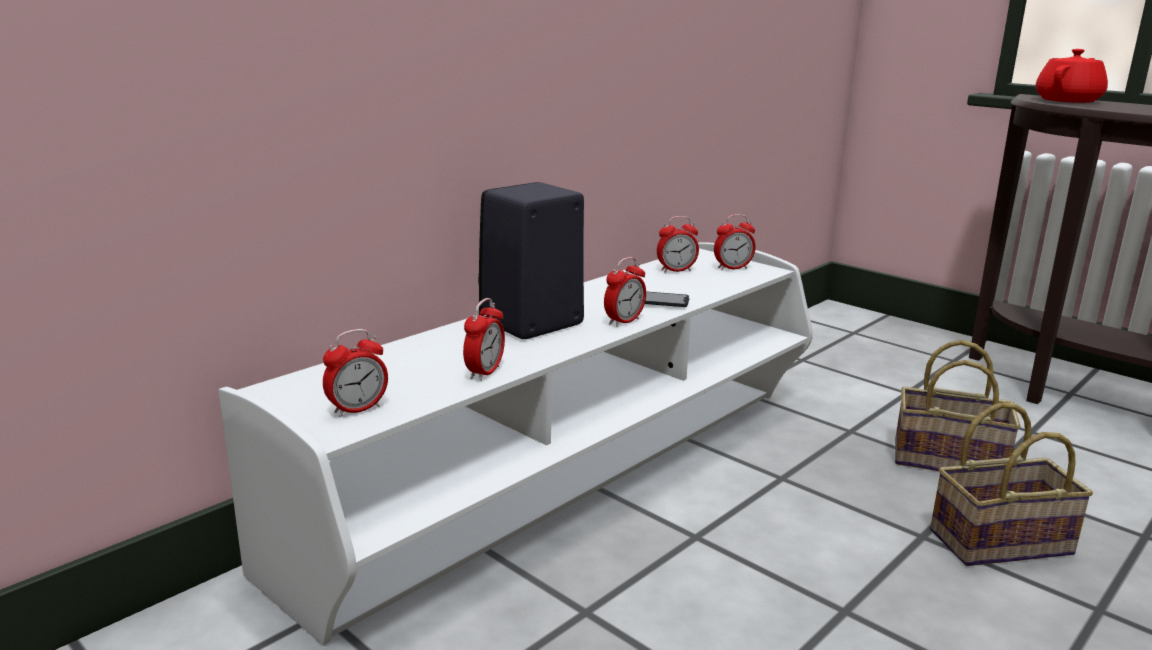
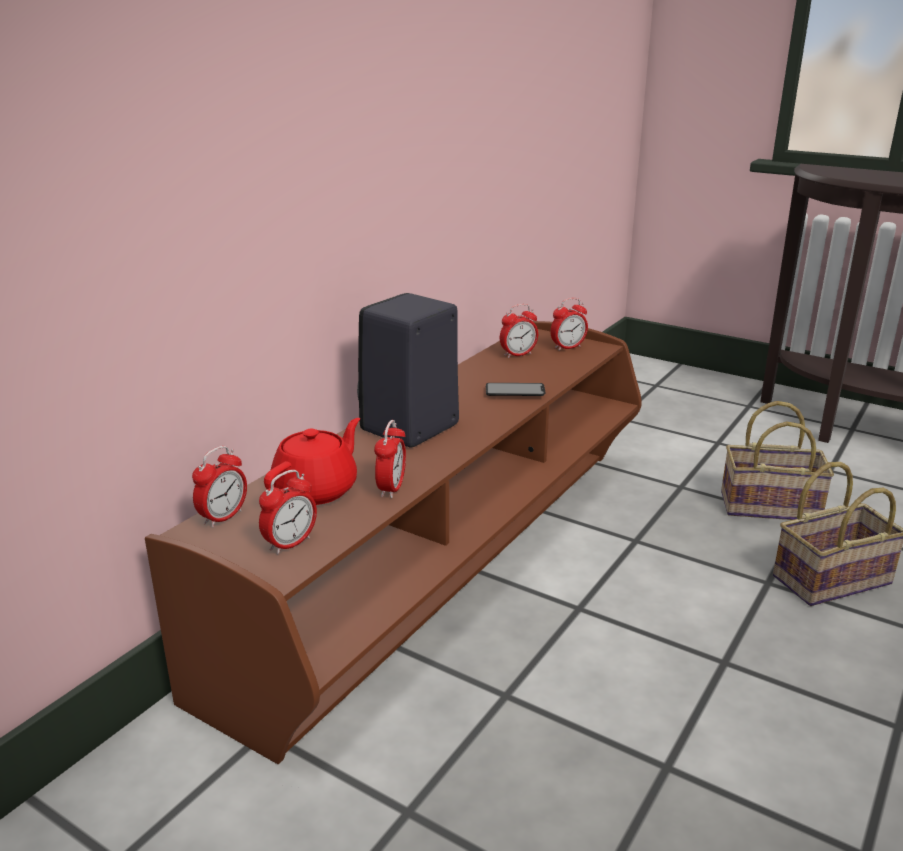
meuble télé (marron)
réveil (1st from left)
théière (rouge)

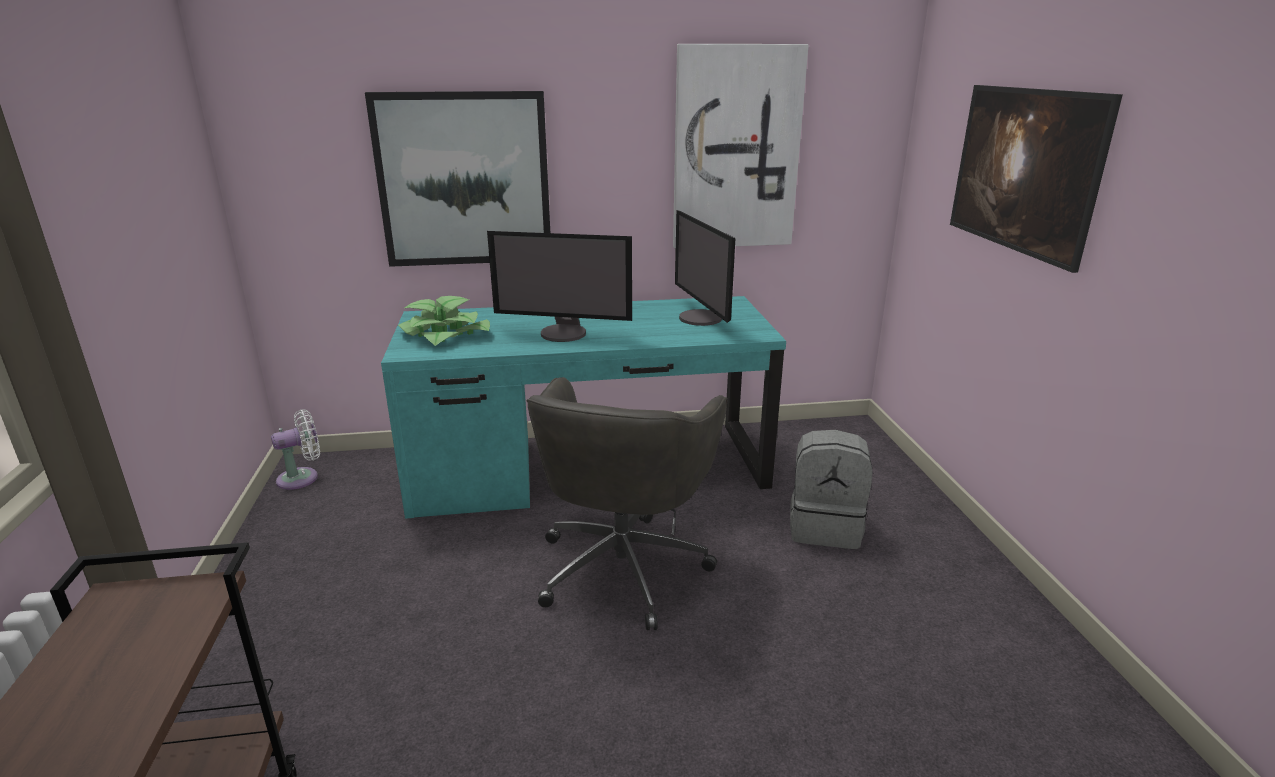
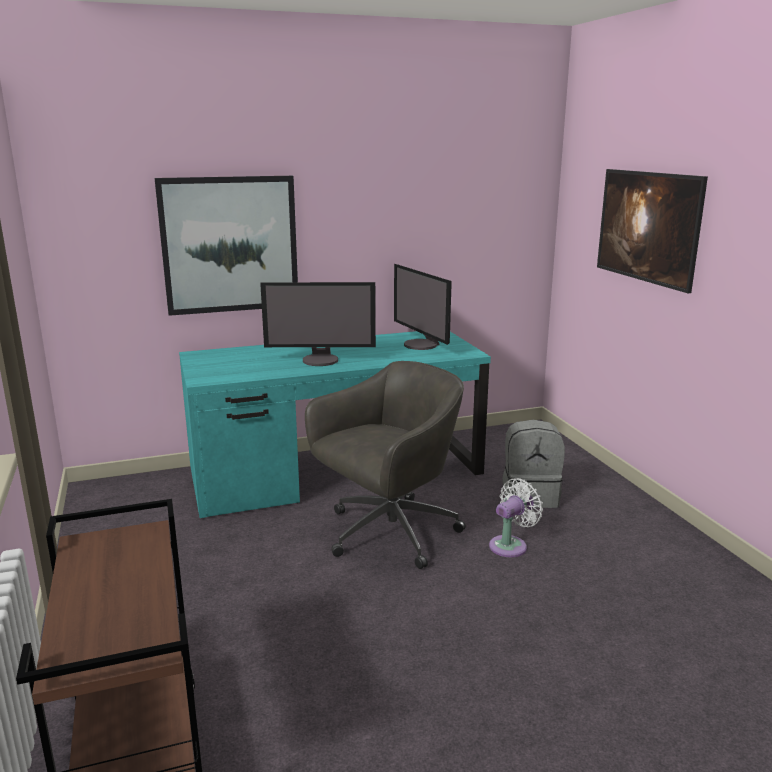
ventilateur (blanc)
plante en pot
chaise de bureau (gris)
tableau (2nd from left in the first image)

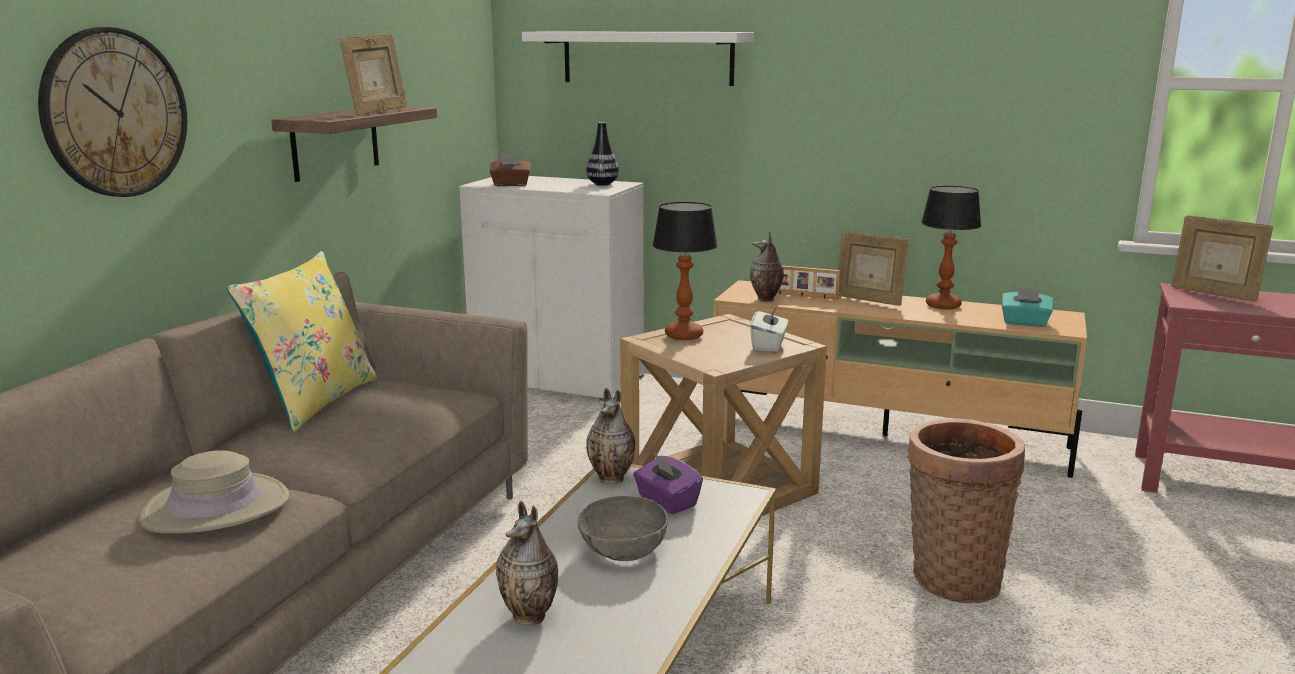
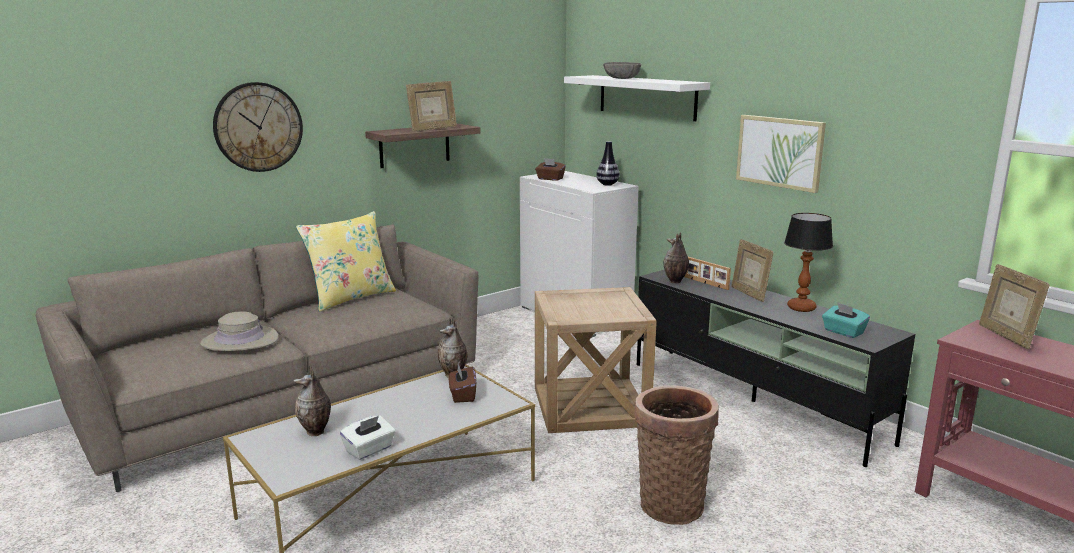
bol (gris)
boîte à mouchoirs (marron) (1st from left)
lampe de table (1st from left in the first image)
meuble télé (noir)
boîte à mouchoirs (blanc)
tableau

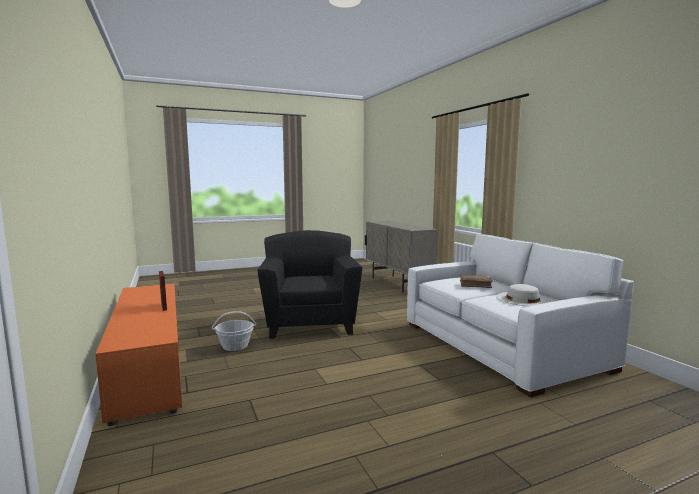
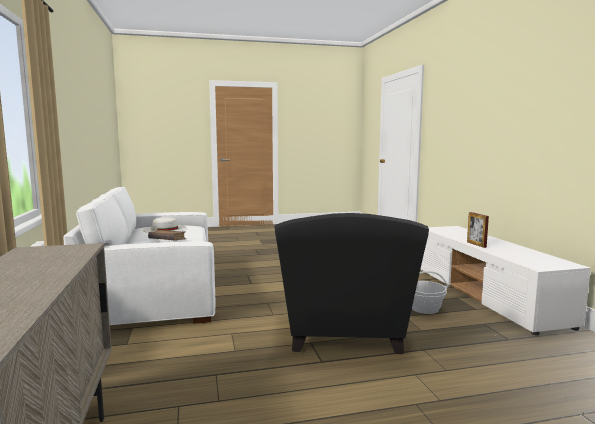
meuble télé (blanc)

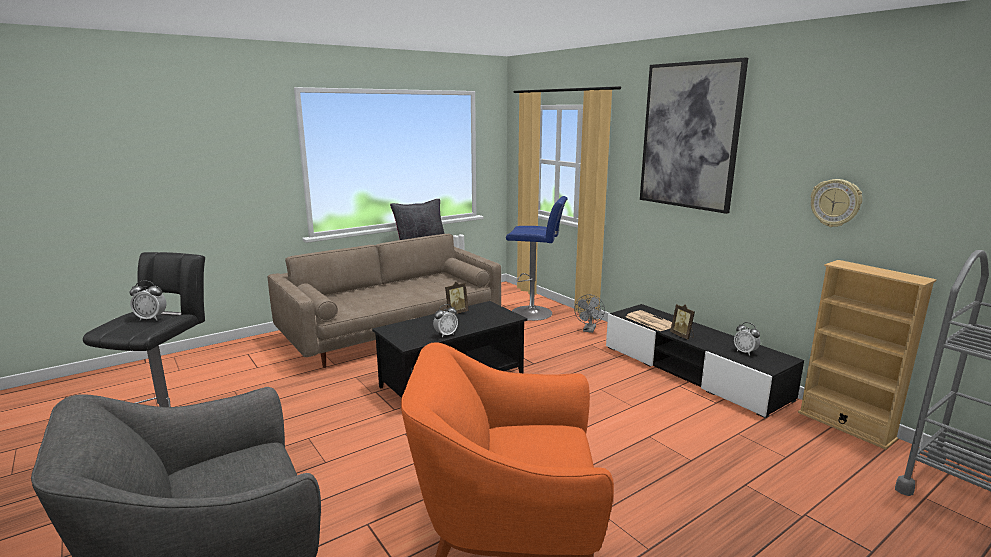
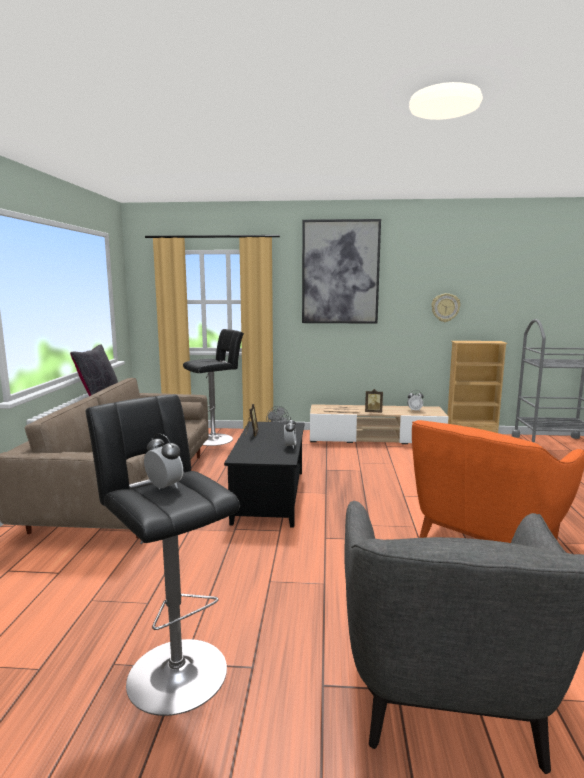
réveil (1st from left)
tabouret (noir) (2nd from left)
meuble télé (beige)

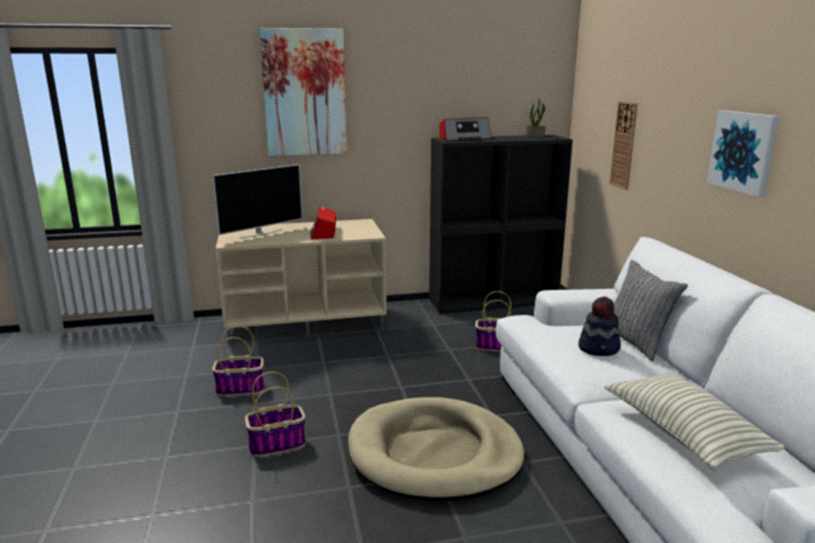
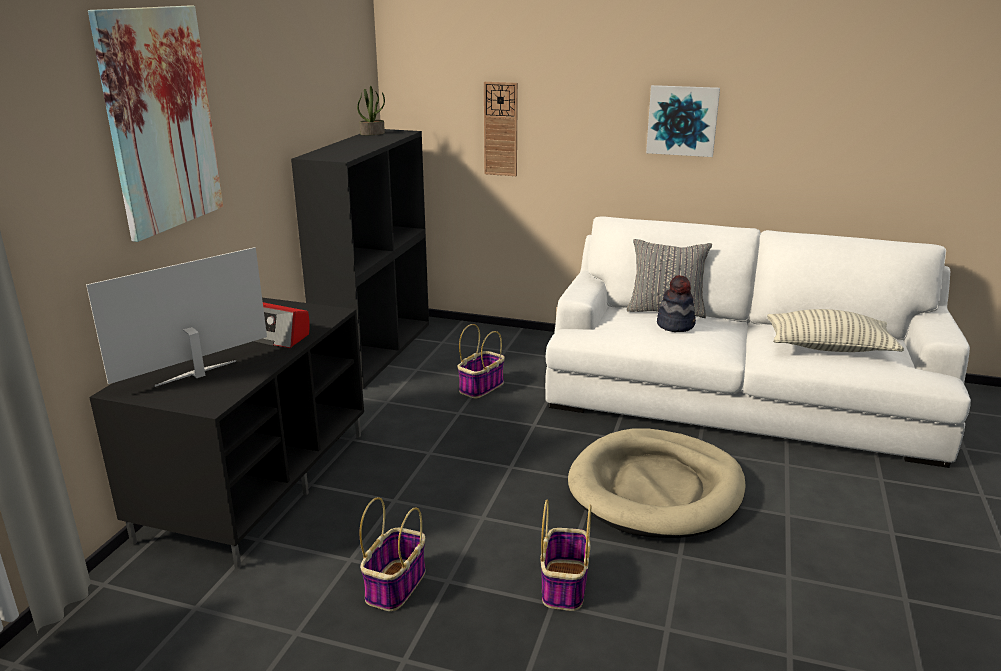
téléviseur
meuble télé (noir)
radio (2nd from left in the first image)

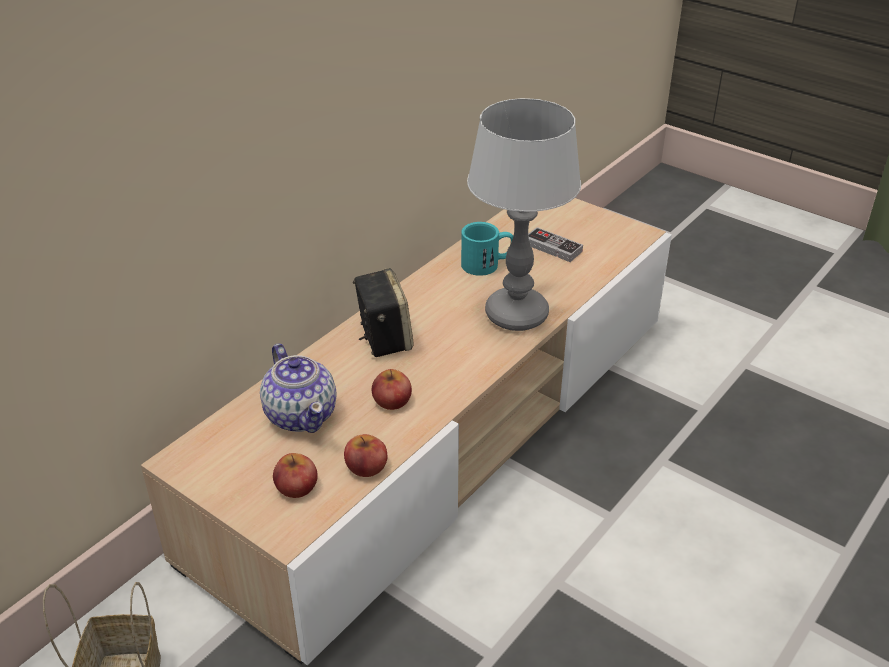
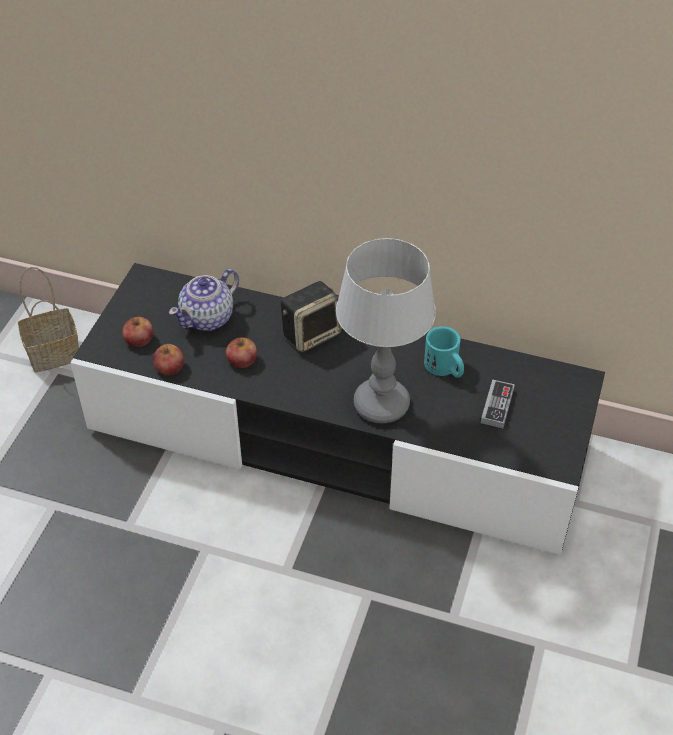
meuble télé (noir)

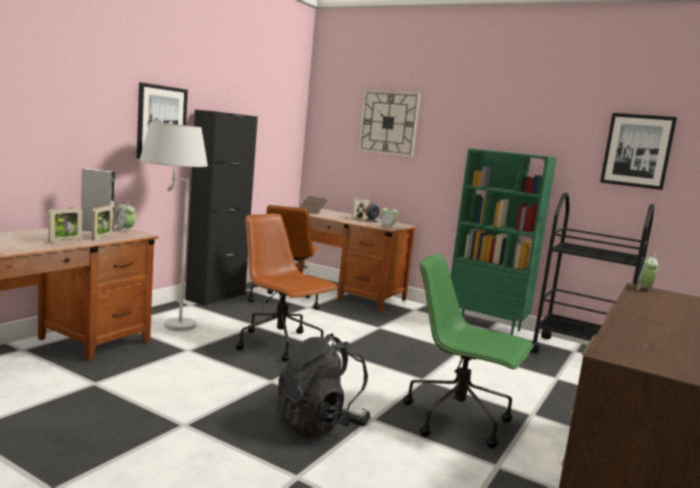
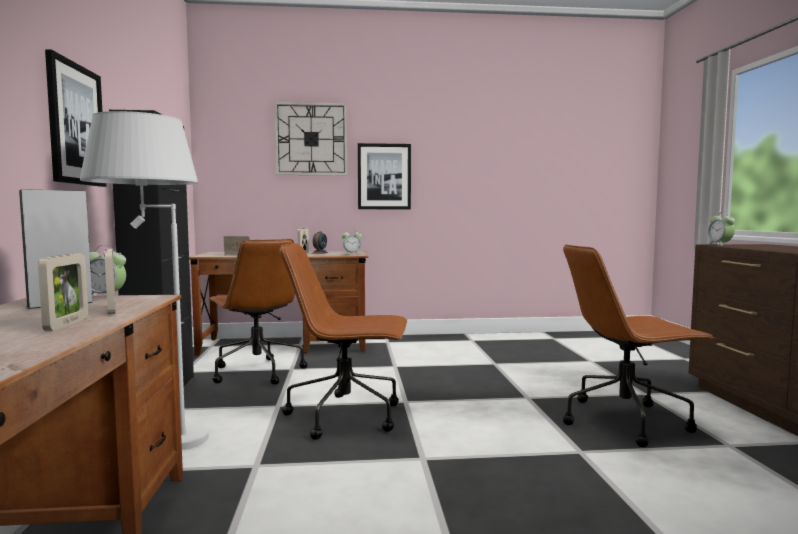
sac à dos (noir)
chaise de bureau (marron) (3rd from left)
bibliothèque (vert)
chariot (noir)
tableau (2nd from left)

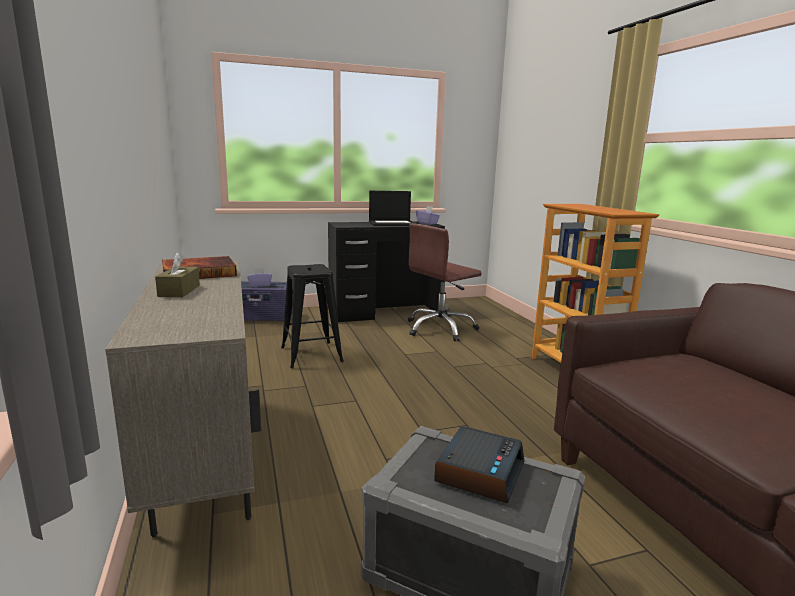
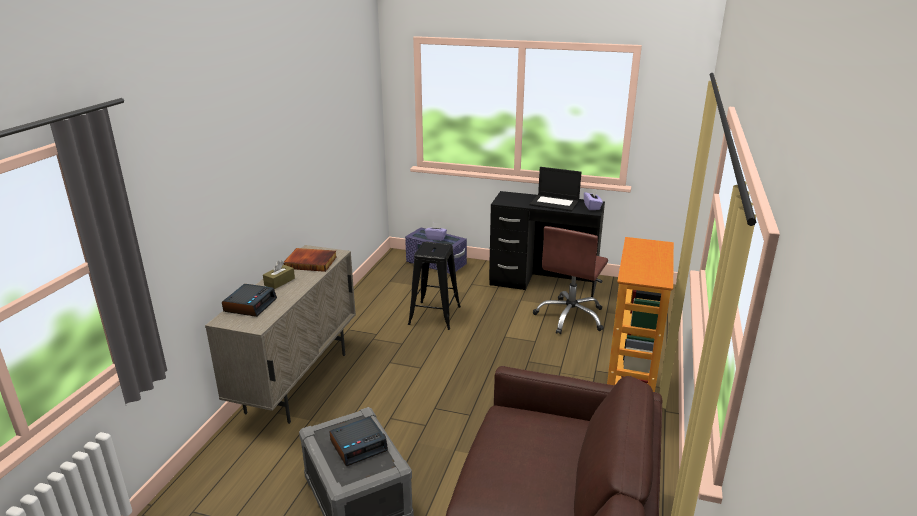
chaise de bureau (marron)
réveil (1st from left)

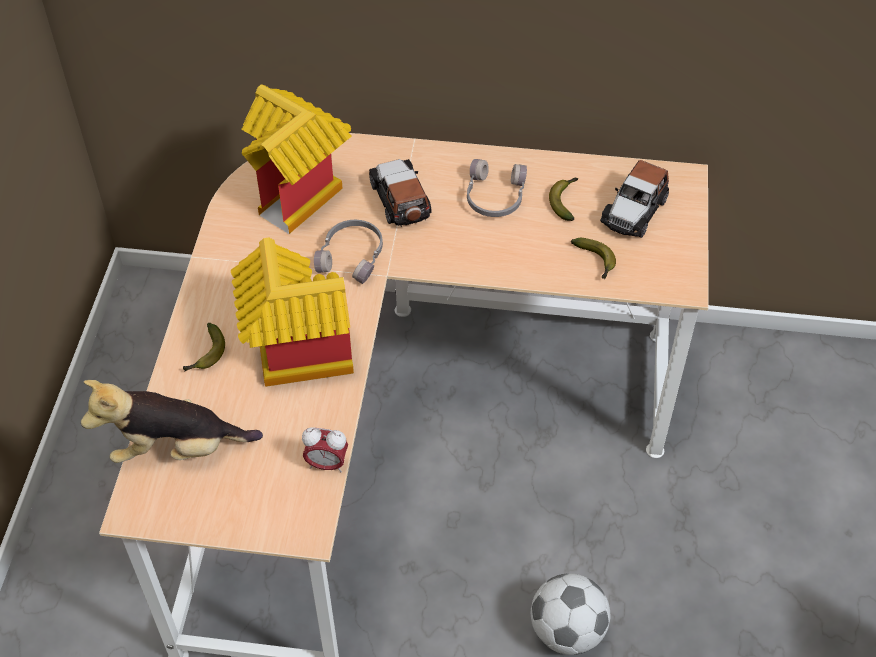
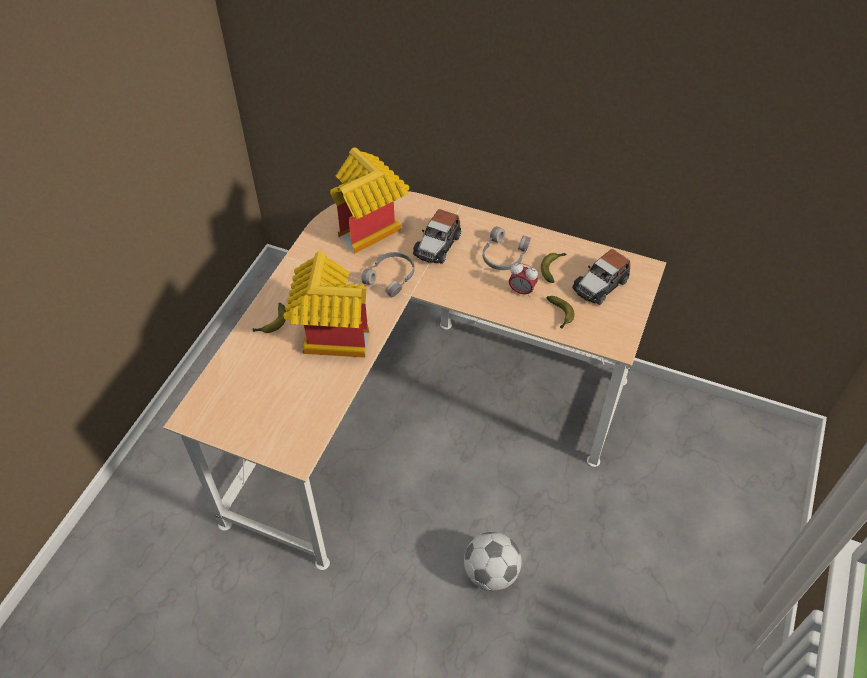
peluche
réveil
petite voiture (1st from left)

